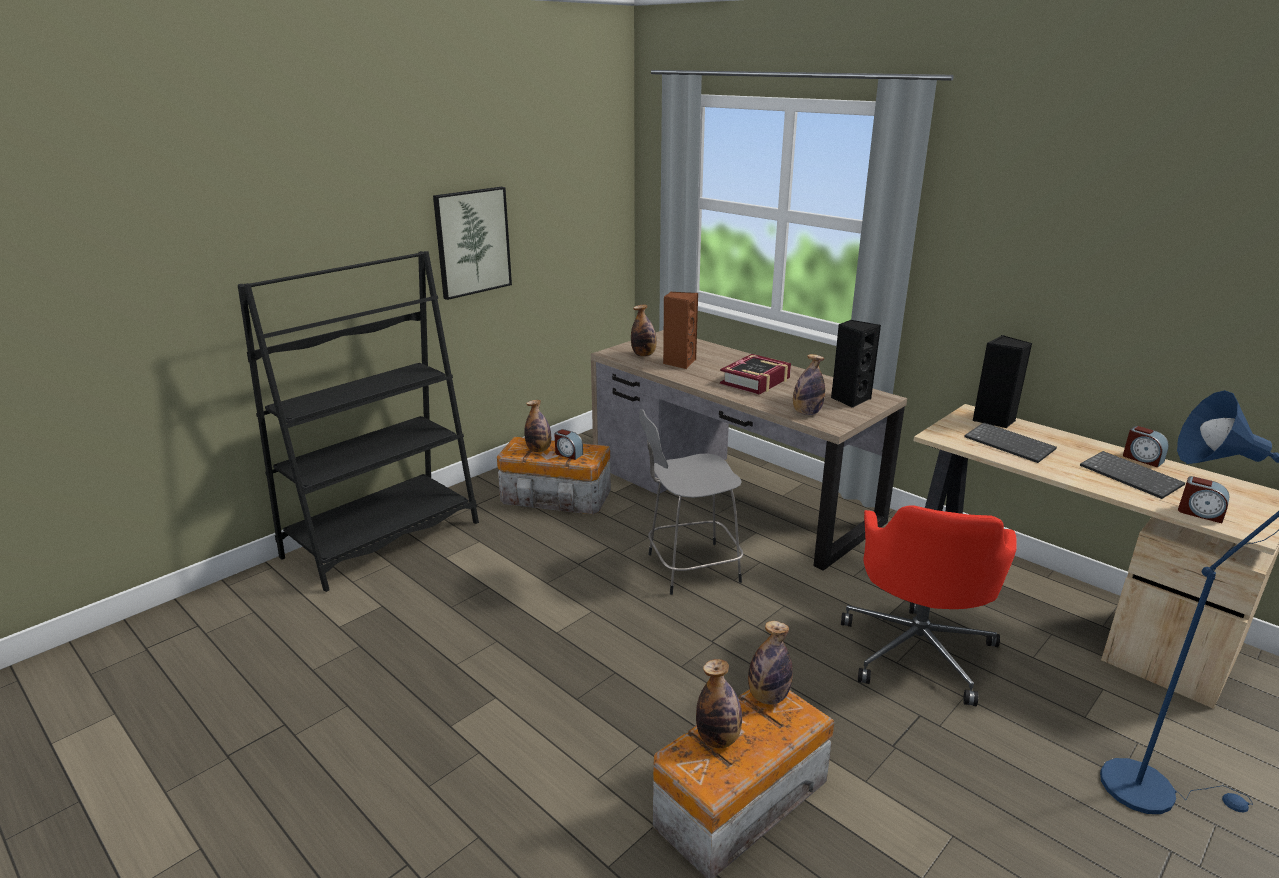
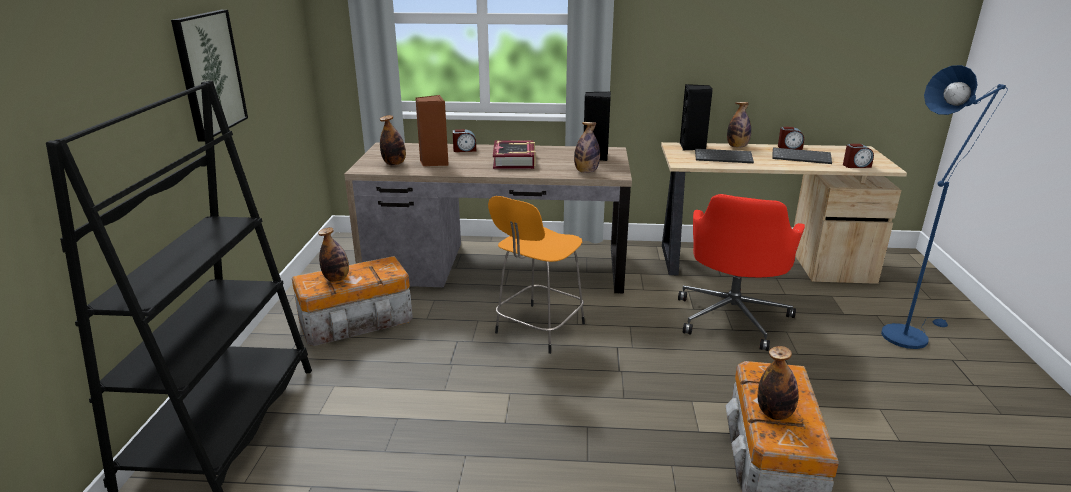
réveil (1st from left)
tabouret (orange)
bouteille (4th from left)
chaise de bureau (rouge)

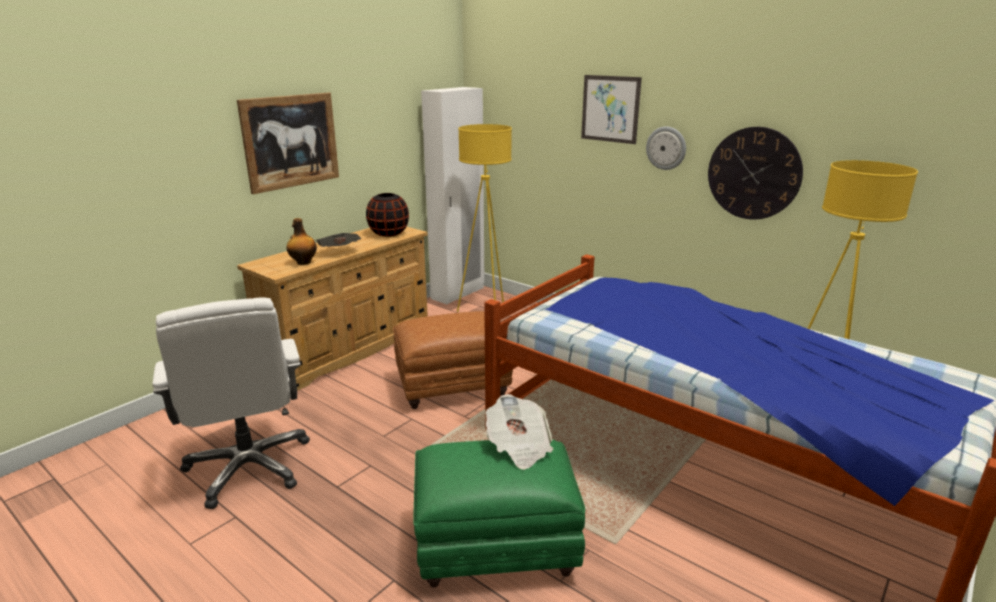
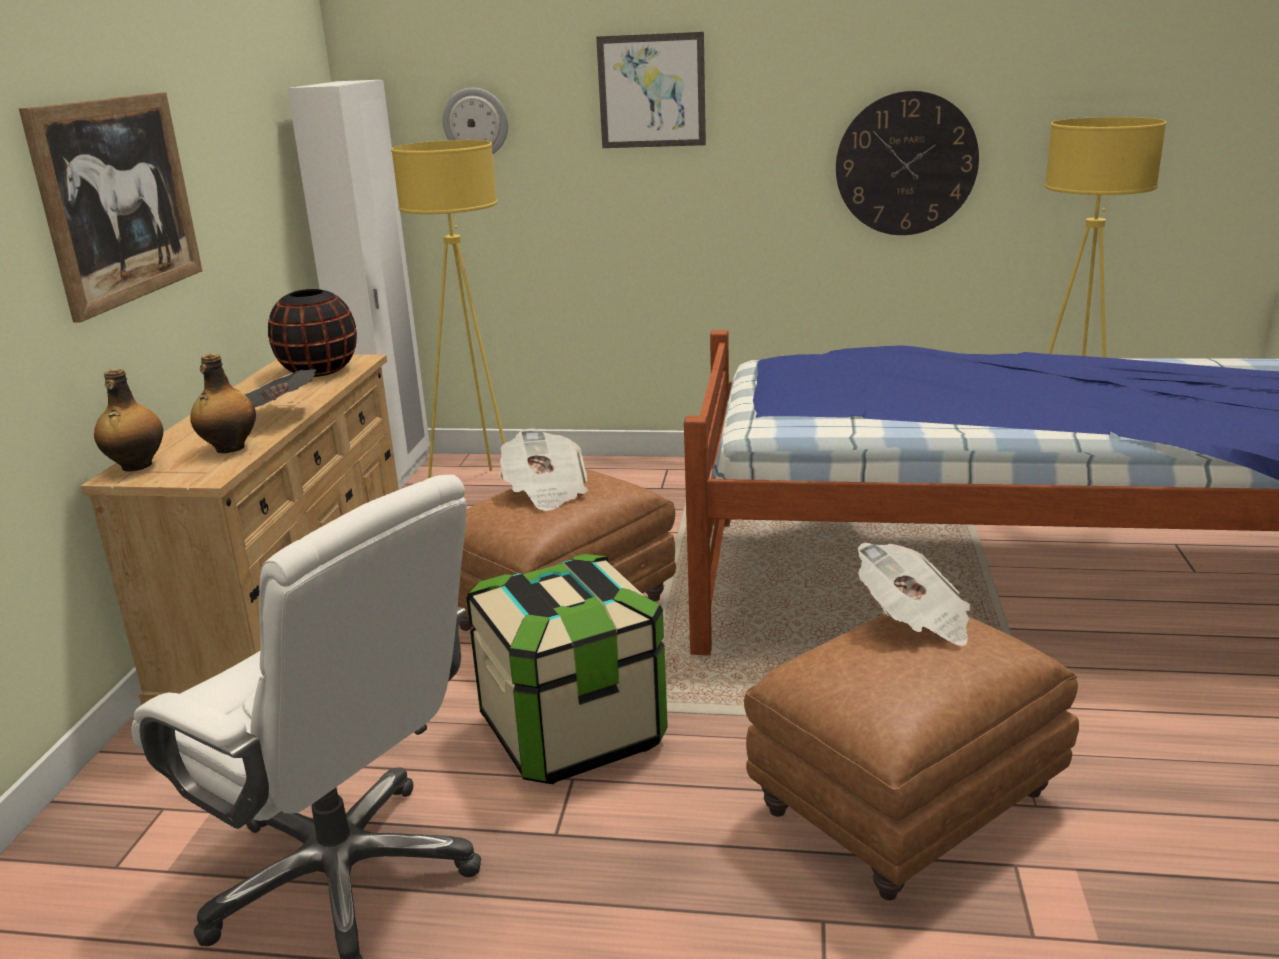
pouf (marron) (2nd from left)
horloge murale (1st from left)
bouteille (1st from left)
boîte de rangement
journal (2nd from left)

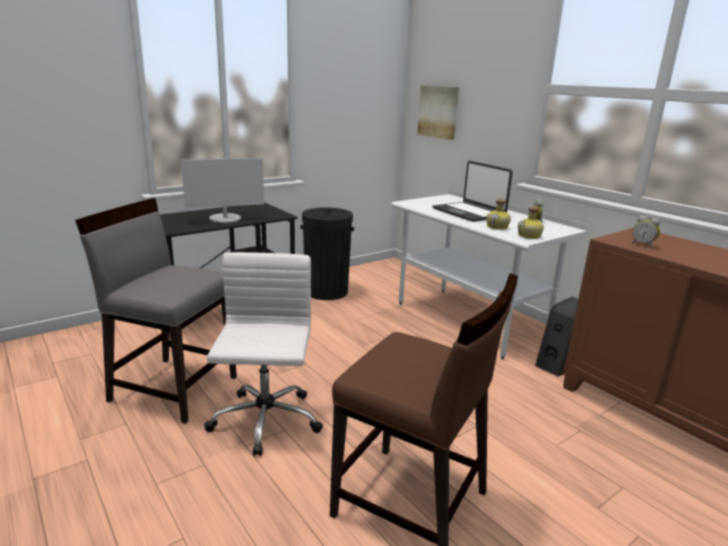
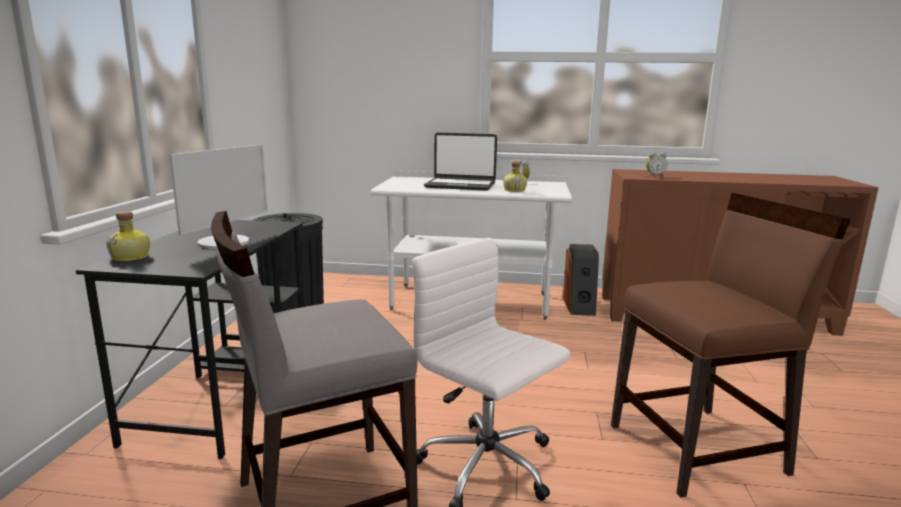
tableau
bouteille (1st from left)

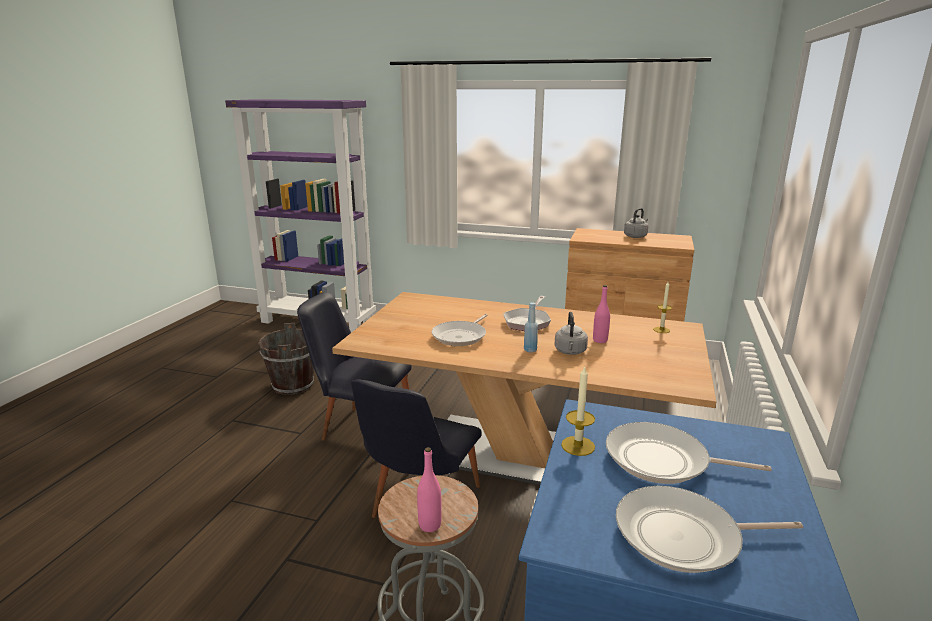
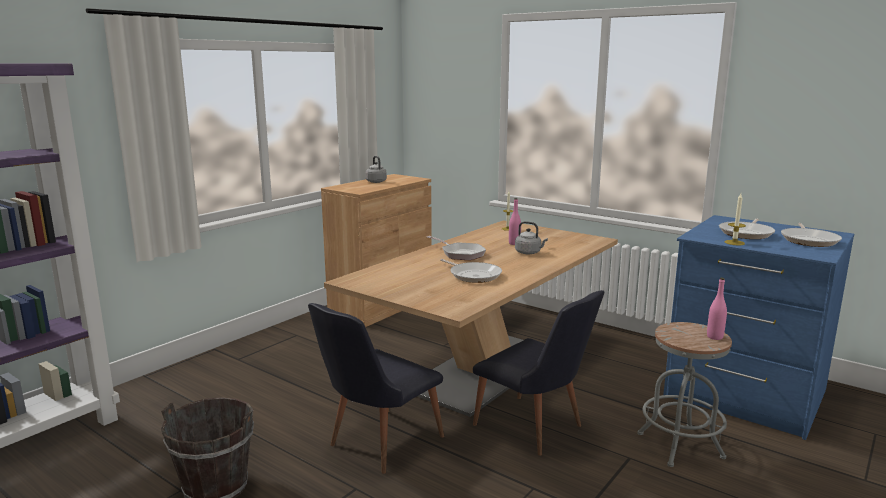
bouteille (bleu)

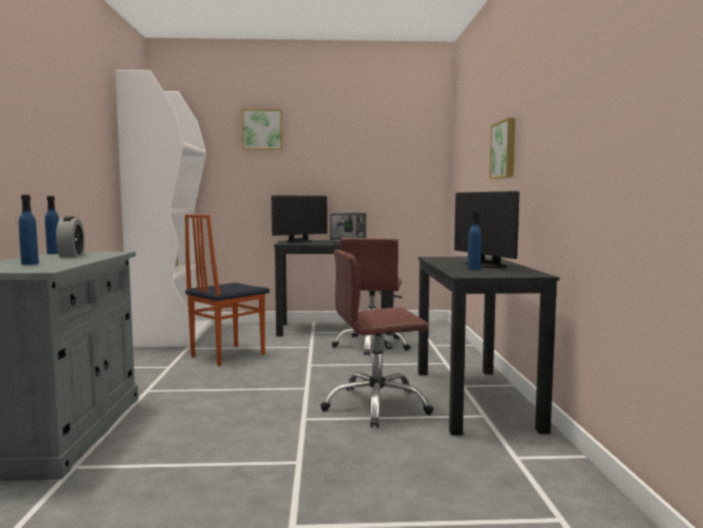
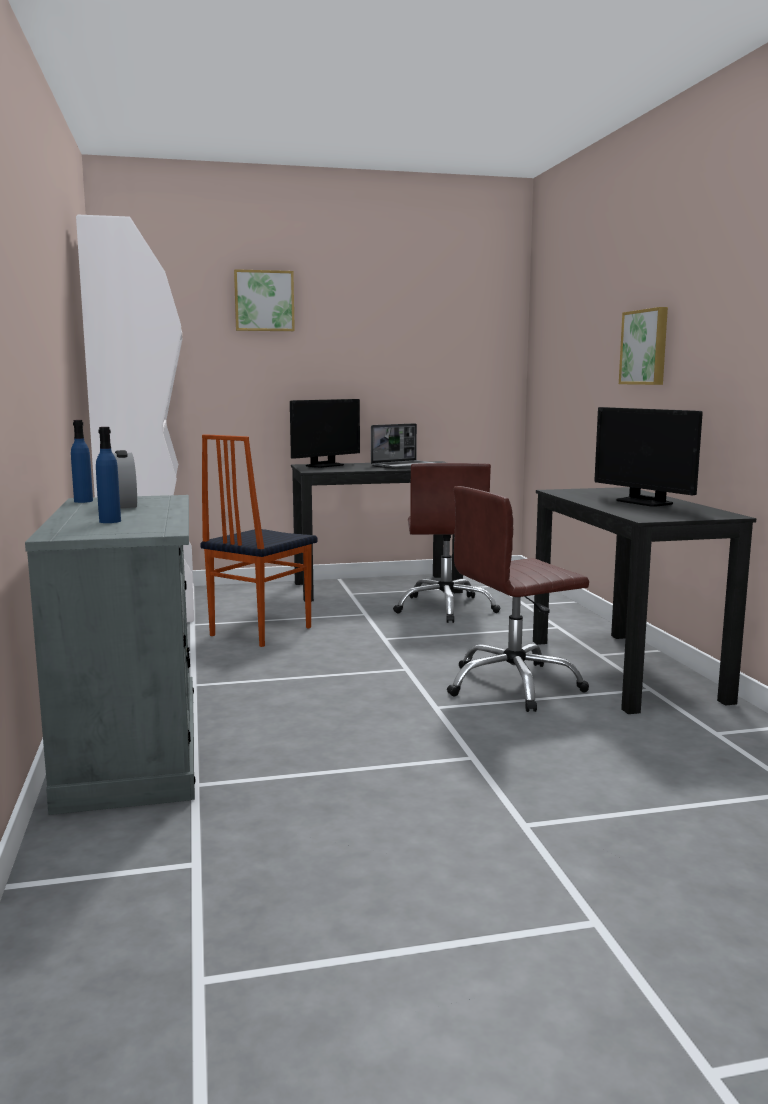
bouteille (bleu) (3rd from left in the first image)

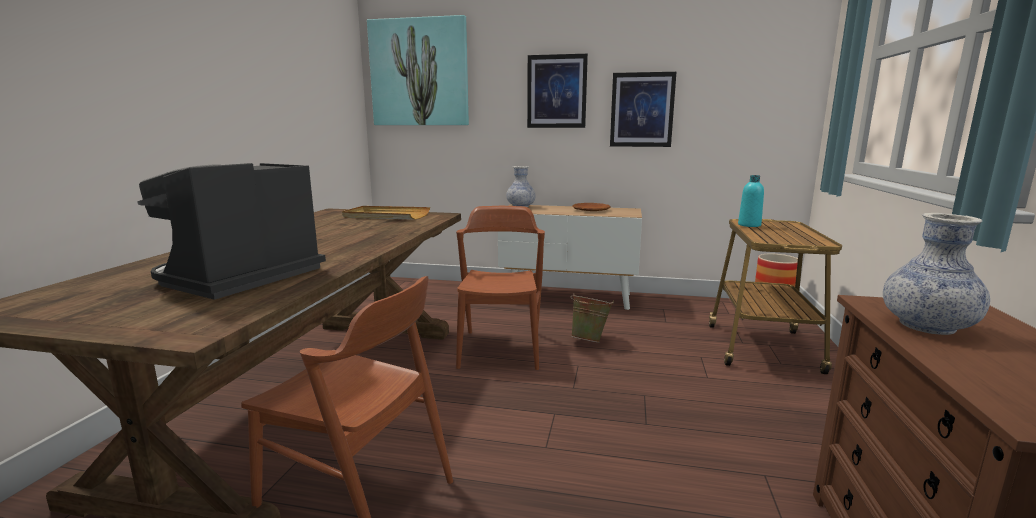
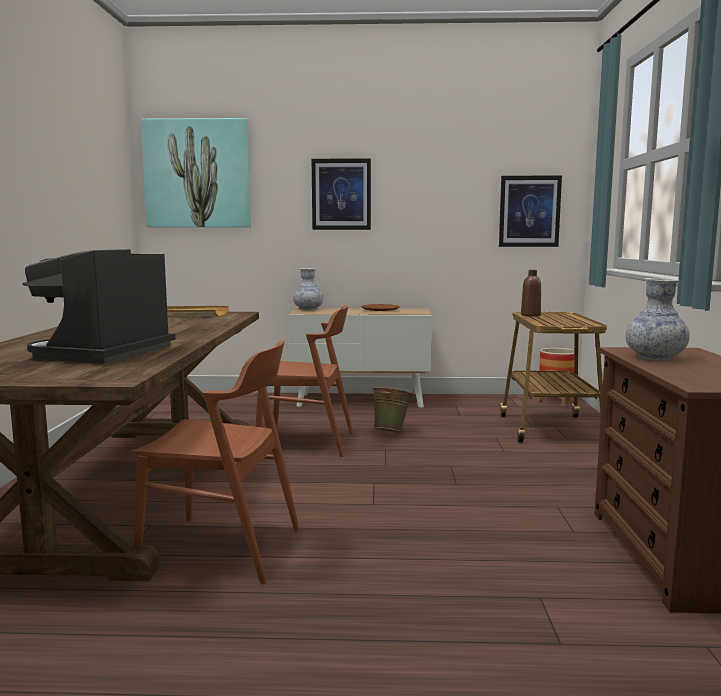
chaise (marron) (2nd from left)
tableau (3rd from left)
bouteille (marron)

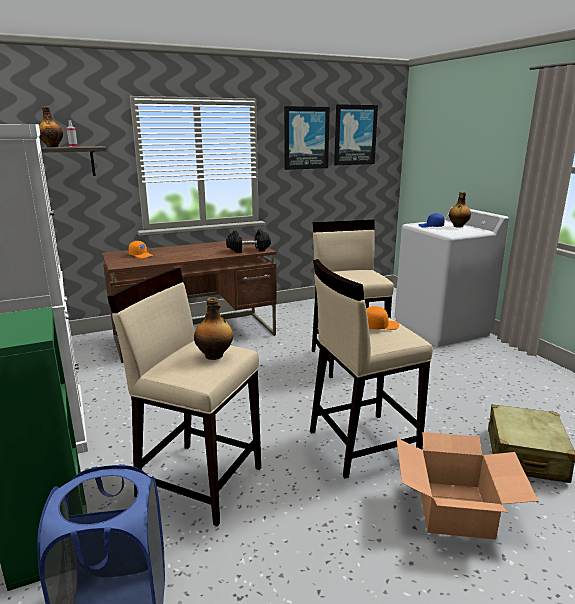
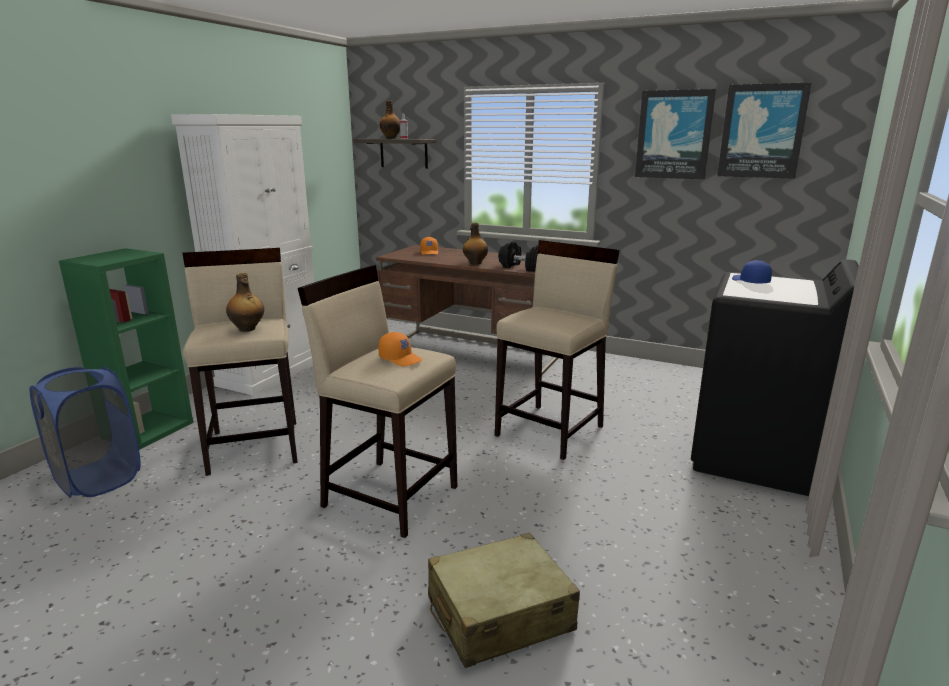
lave-linge (noir)
carton
bouteille (3rd from left)

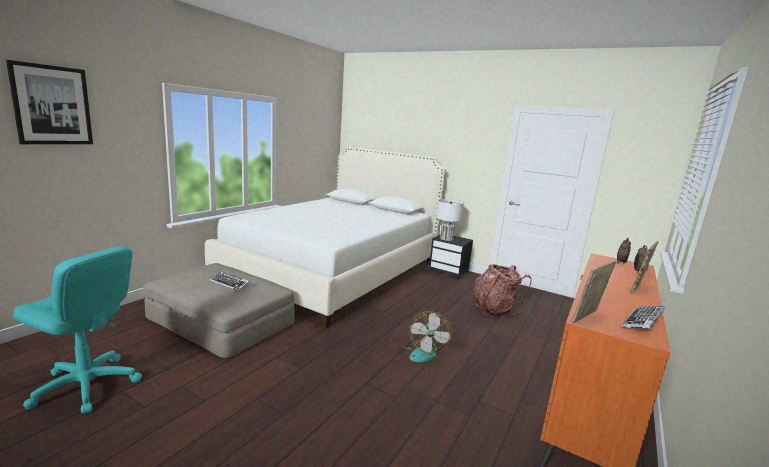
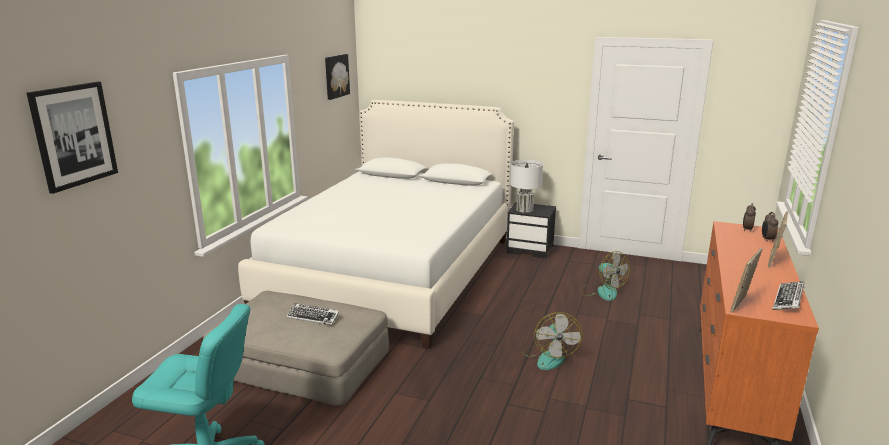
ventilateur (2nd from left)
tableau (2nd from left)

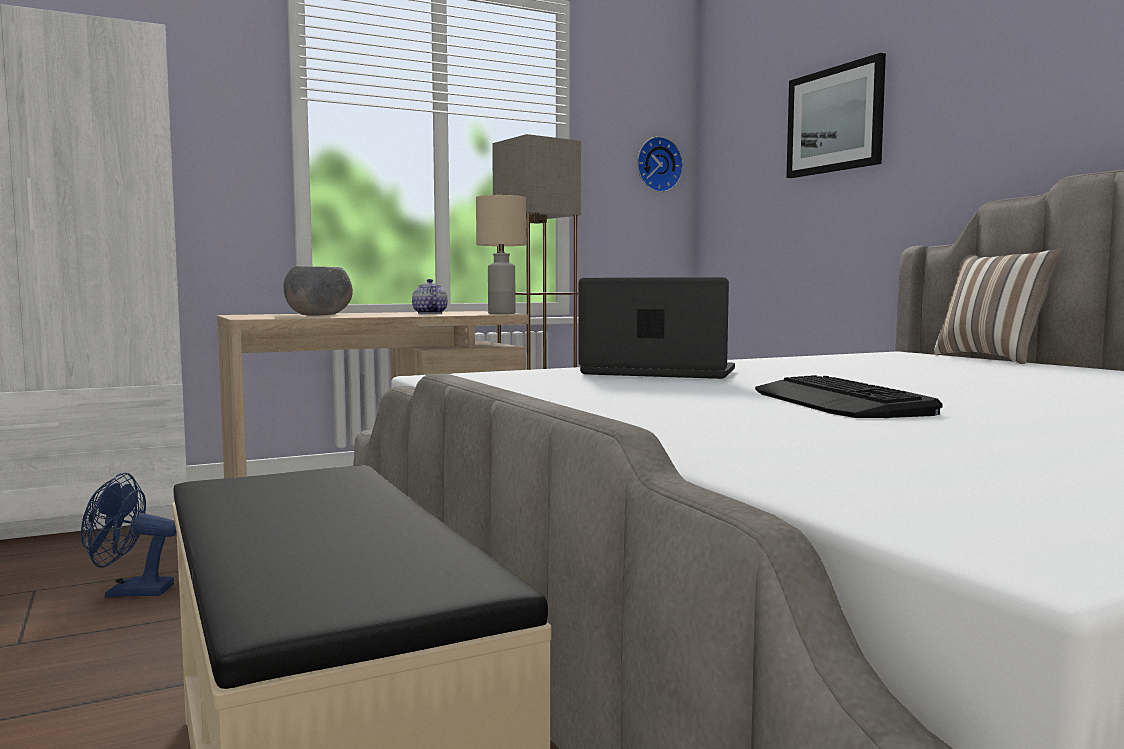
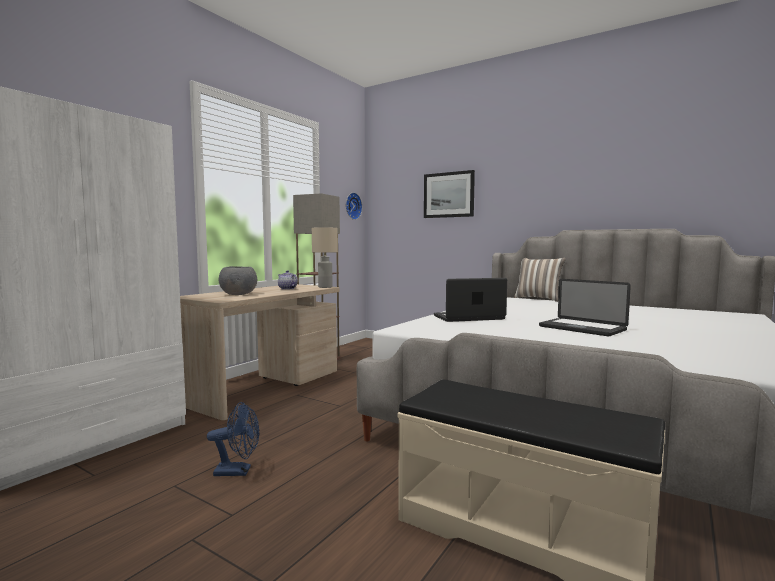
ventilateur (bleu)
ordinateur portable (2nd from left)

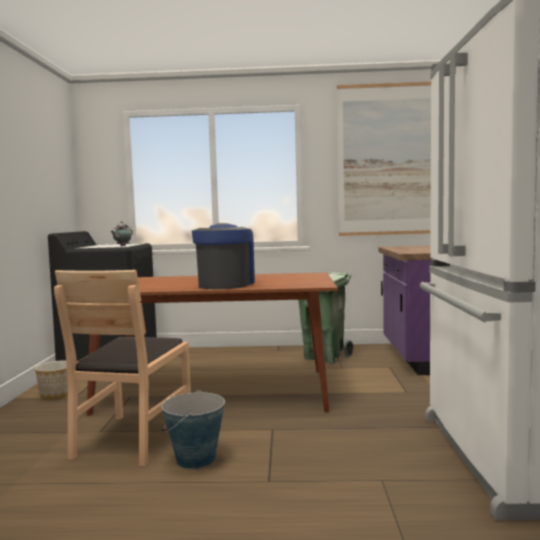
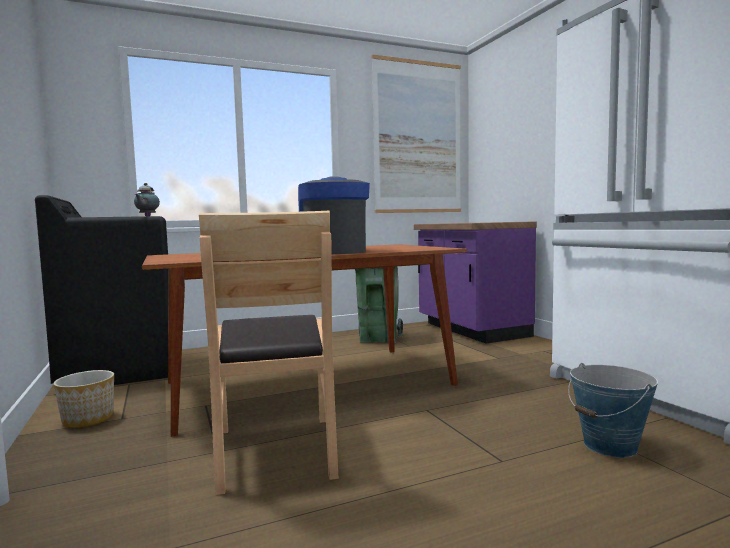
seau

